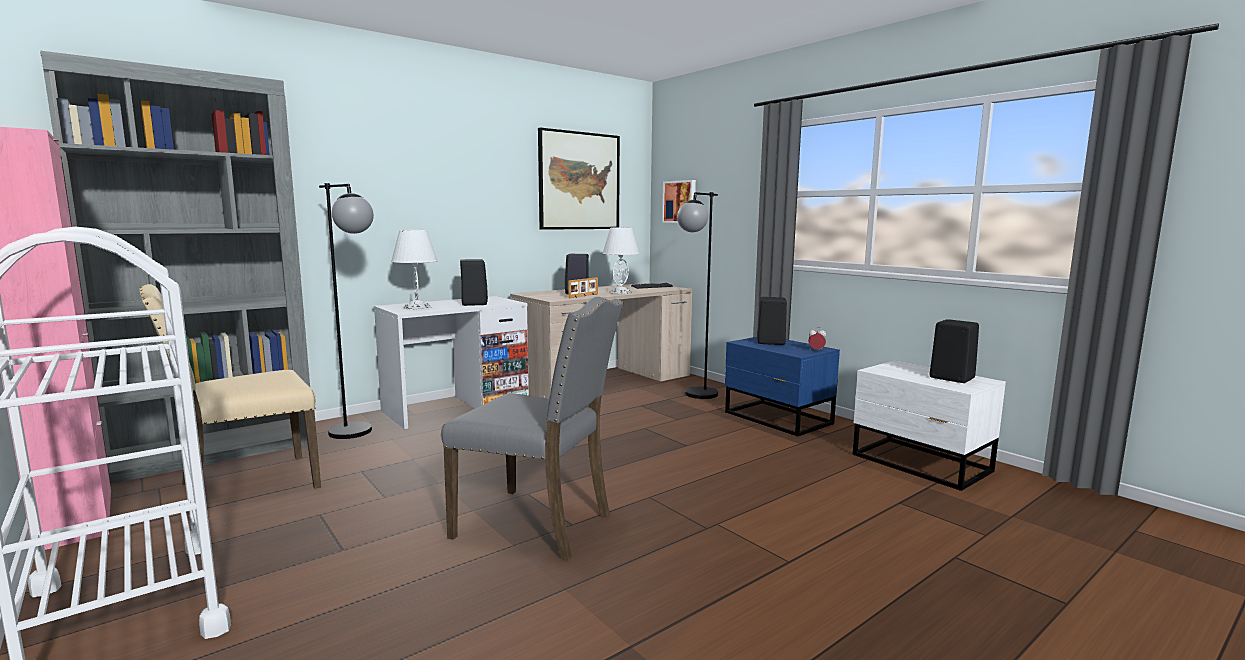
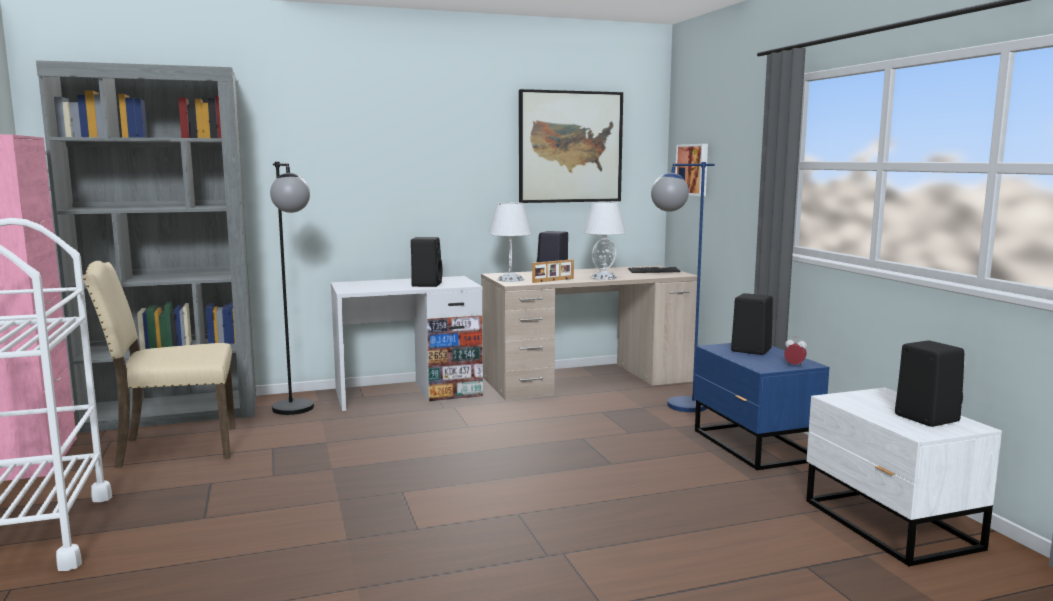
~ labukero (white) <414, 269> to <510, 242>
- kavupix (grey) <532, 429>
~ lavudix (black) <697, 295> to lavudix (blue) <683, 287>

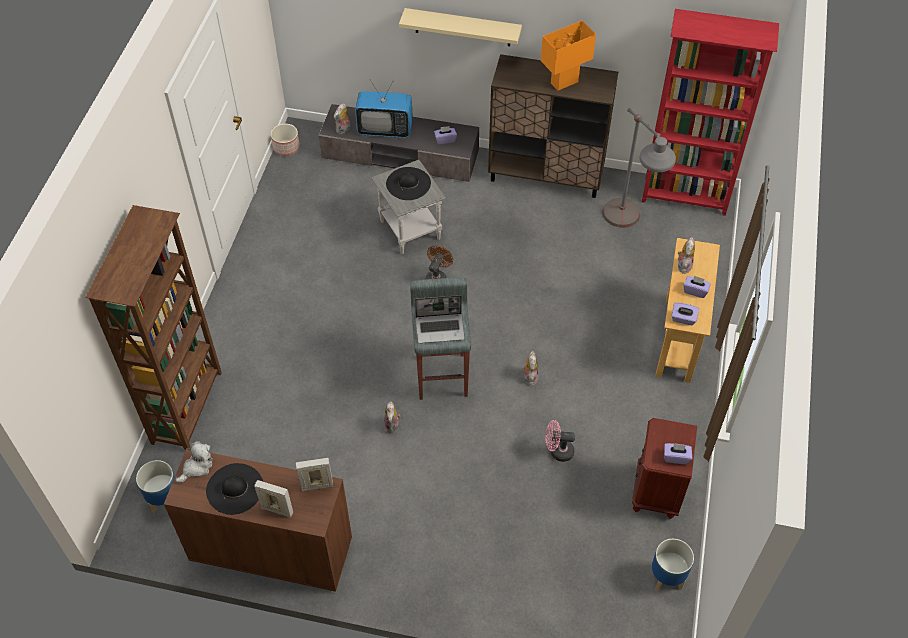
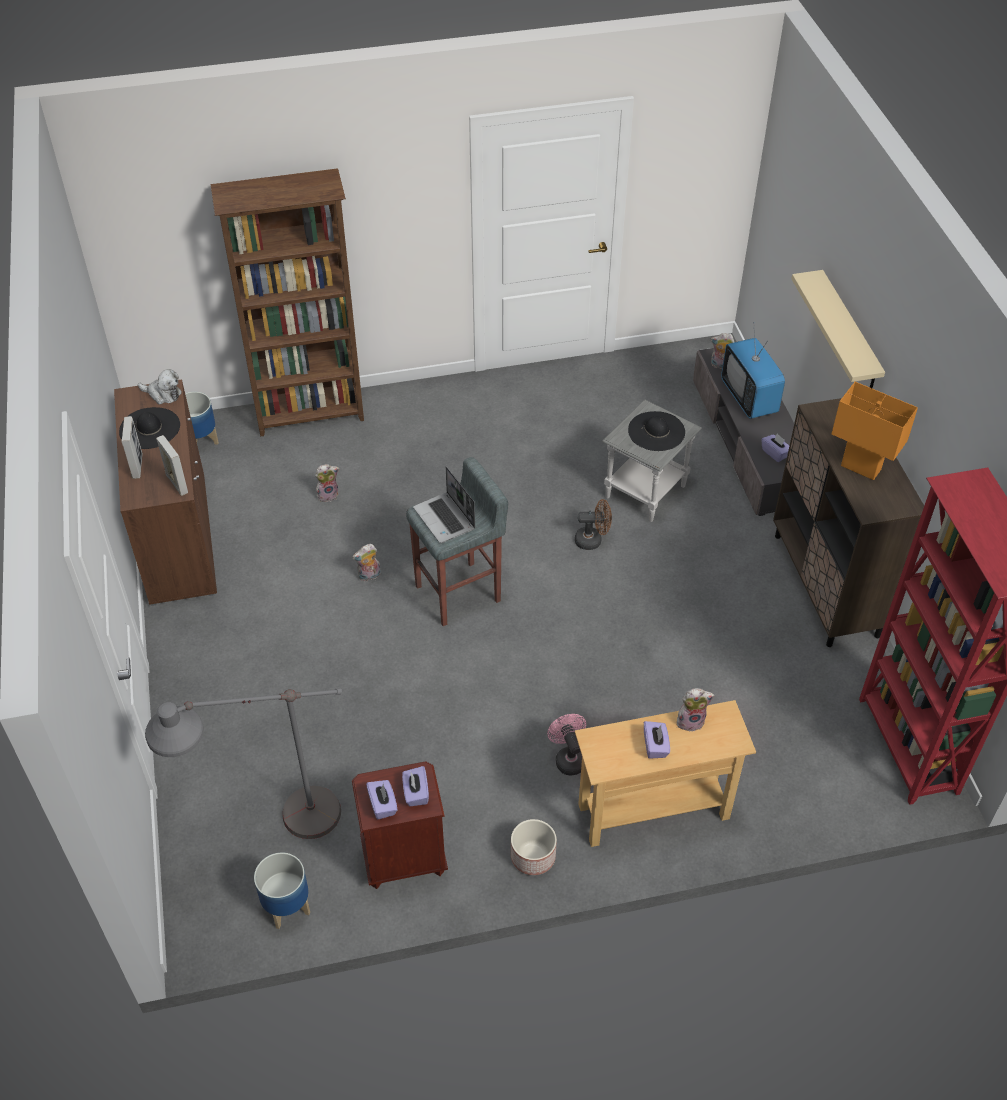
~ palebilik <285, 140> to <534, 847>
~ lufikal <530, 368> to <327, 483>
~ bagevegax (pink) <560, 441> to <566, 745>
~ lavudix (grey) <639, 168> to <243, 763>
~ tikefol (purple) <685, 314> to <415, 786>

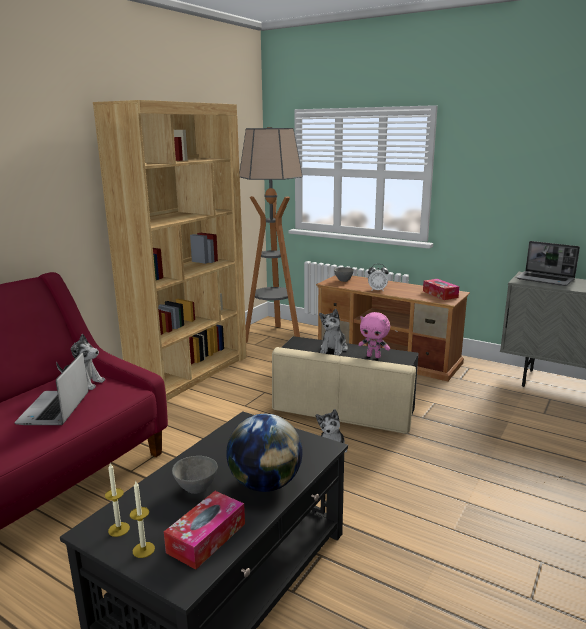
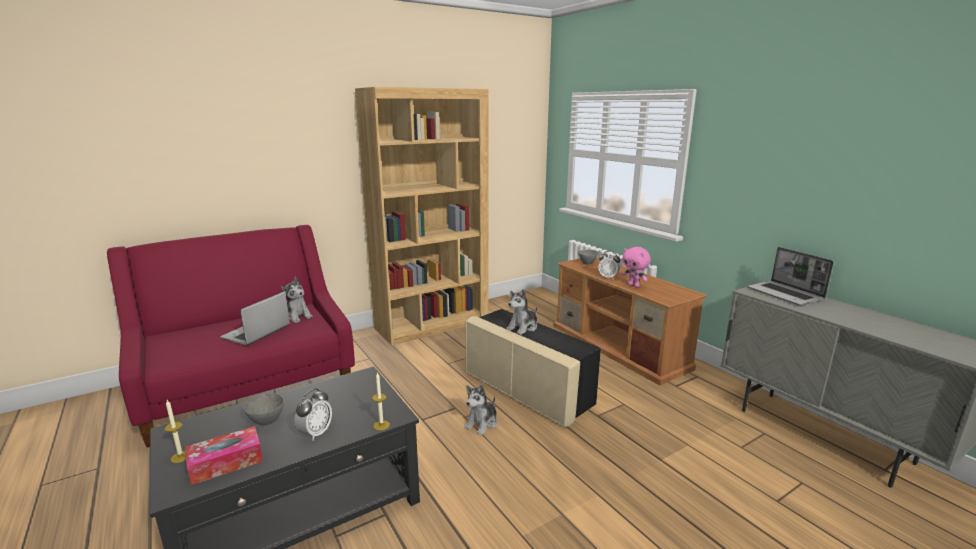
~ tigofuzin <117, 500> to <381, 402>
~ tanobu <265, 453> to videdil <313, 414>
- lavudix <271, 235>
~ lufikal (pink) <374, 335> to <636, 267>
- tikefol <441, 289>

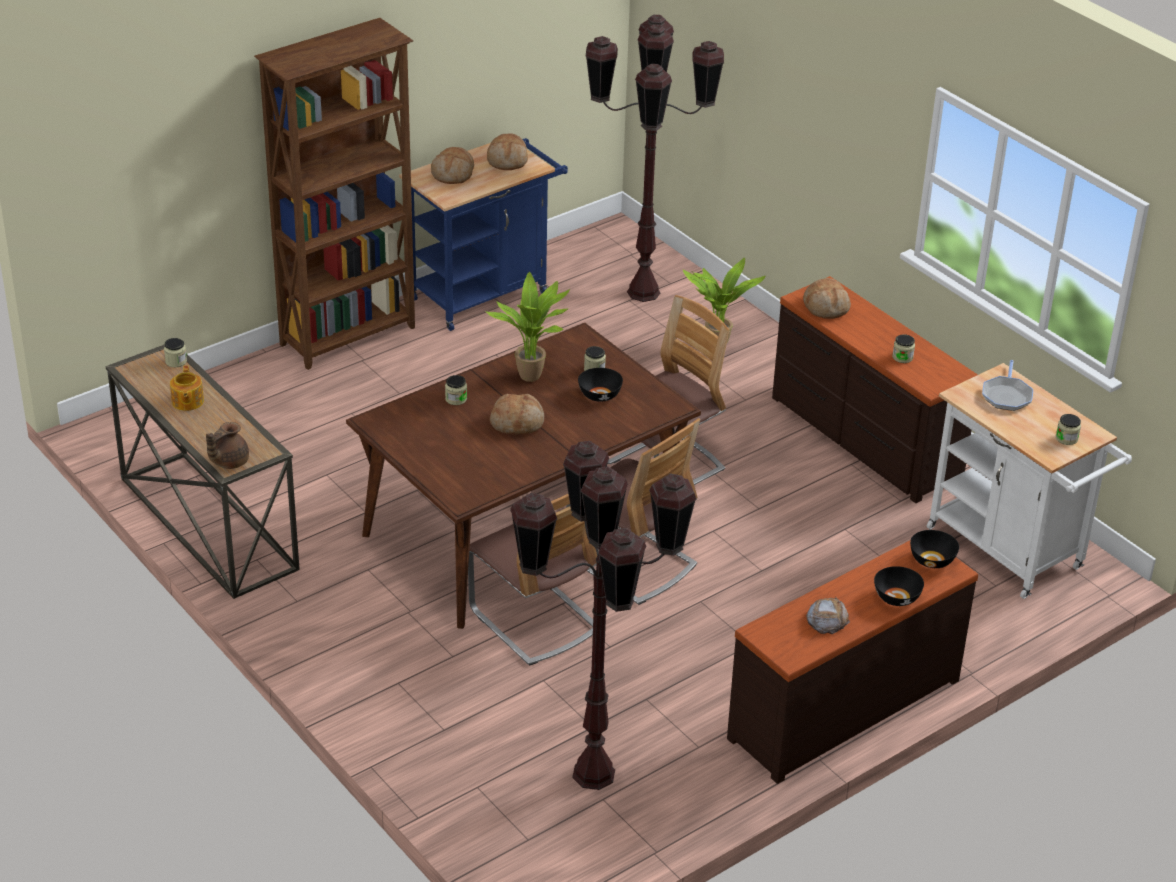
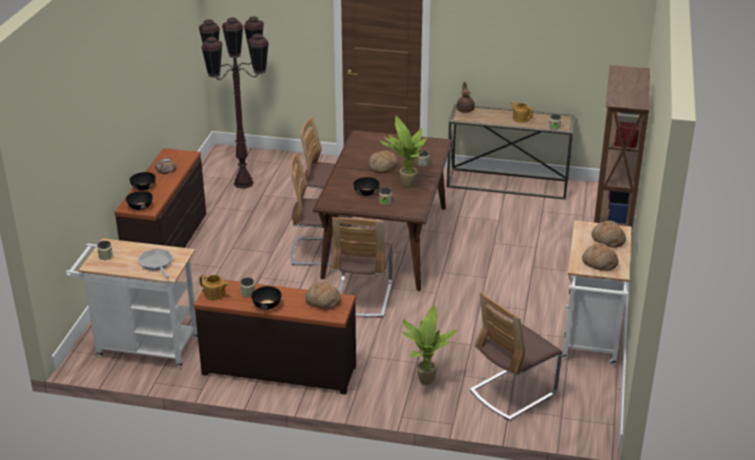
~ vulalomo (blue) <483, 234> to vulalomo (white) <597, 292>
~ lavudix (brown) <655, 158> to kavupix <516, 356>
+ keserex <214, 287>
+ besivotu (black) <266, 297>

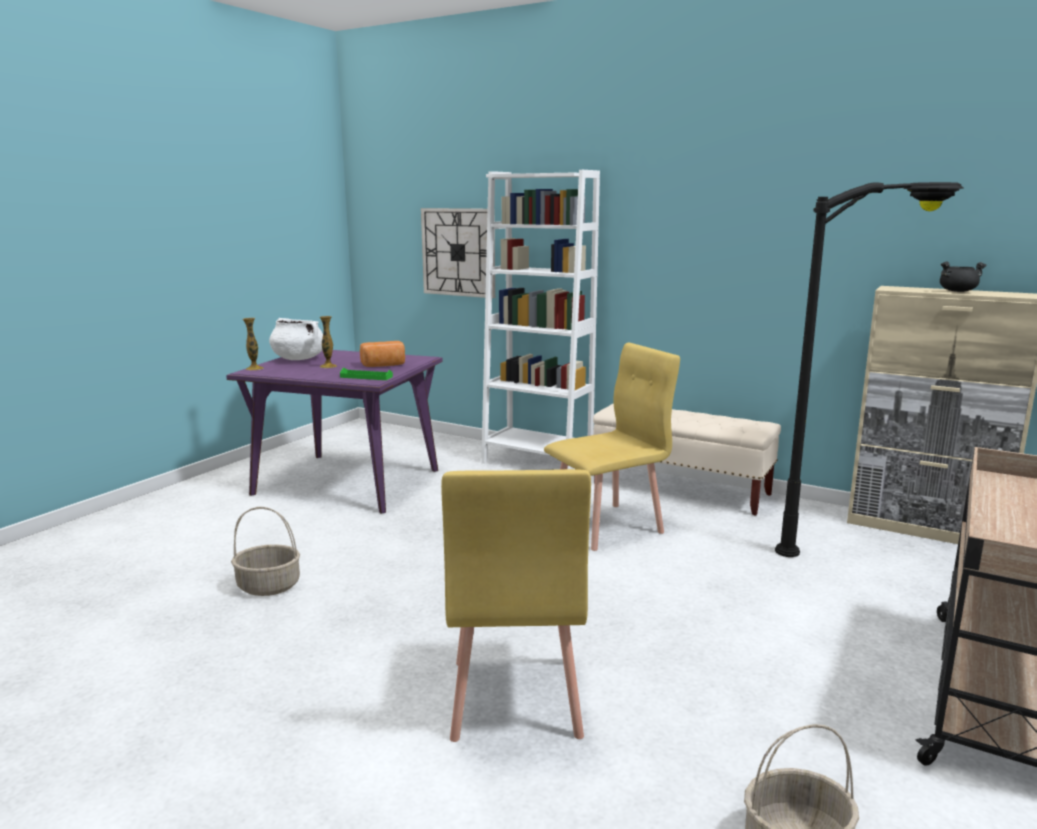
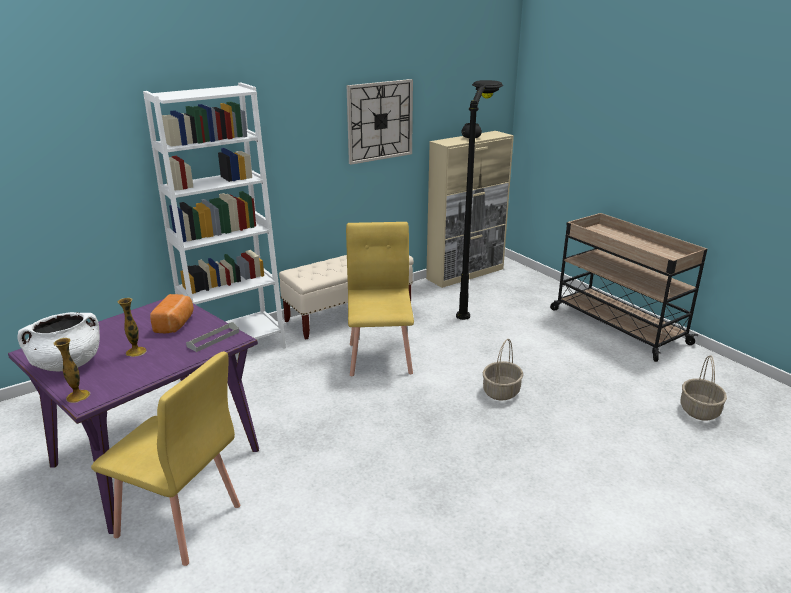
~ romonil <265, 551> to <503, 369>
~ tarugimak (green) <366, 373> to tarugimak (grey) <212, 337>
~ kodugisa <458, 253> to <380, 122>
~ kavupix (yellow) <516, 605> to <165, 458>

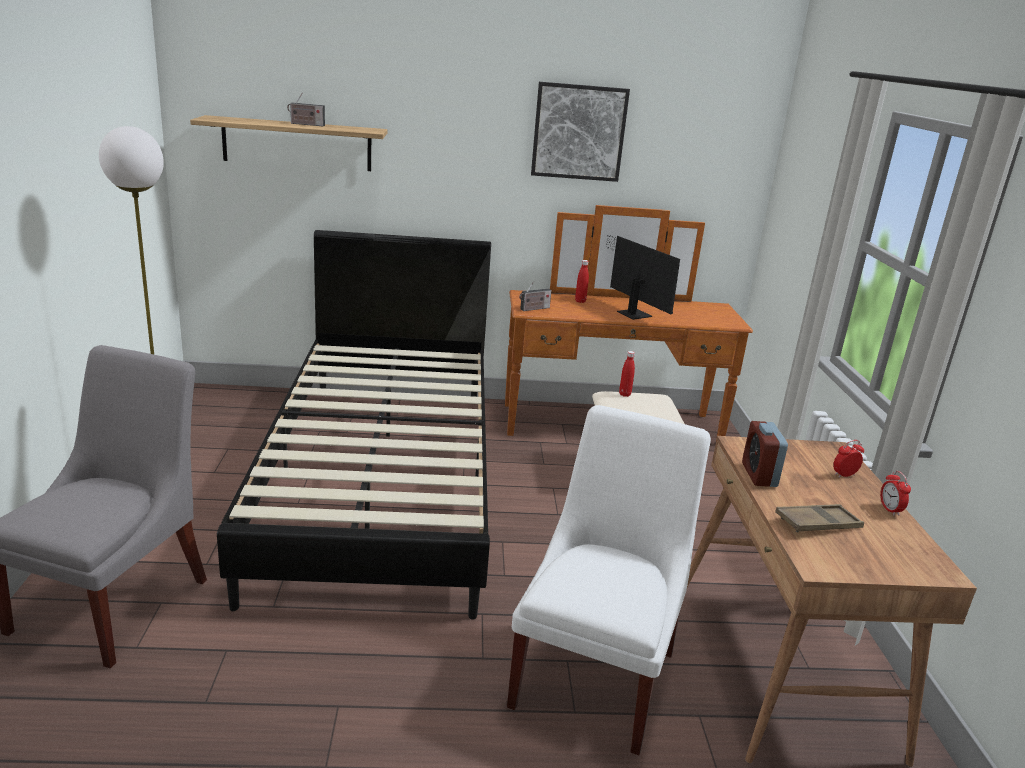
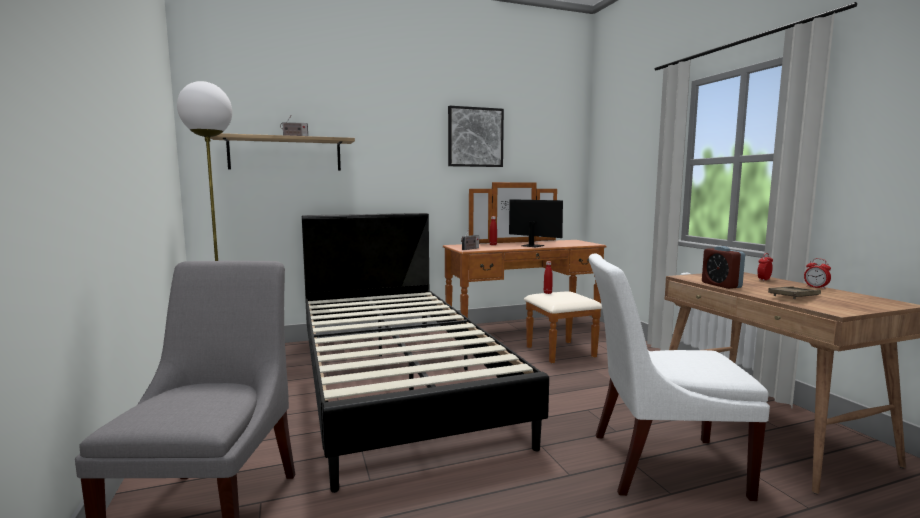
~ kavupix (white) <609, 580> = <679, 377> 90 degrees counterclockwise

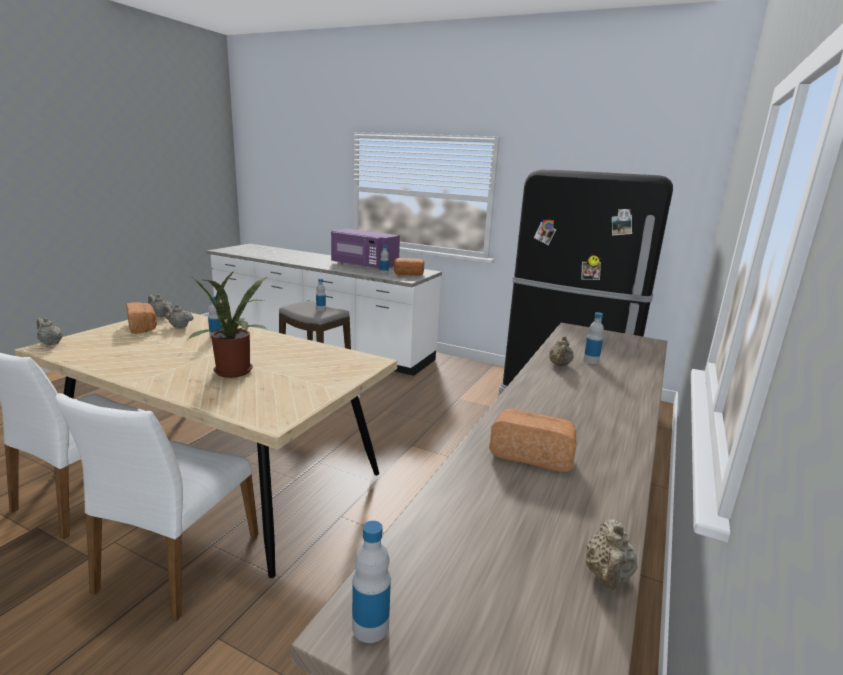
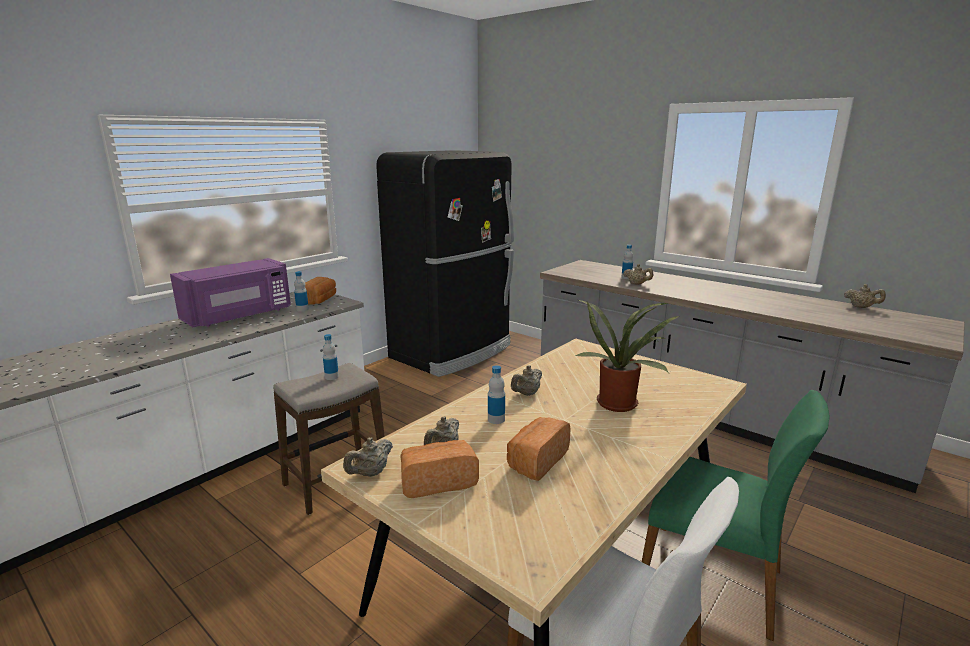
~ keserex (beige) <50, 331> to <526, 380>
~ kavupix (white) <156, 507> to kavupix (green) <736, 515>
- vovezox <371, 582>
~ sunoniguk <533, 440> to <538, 449>

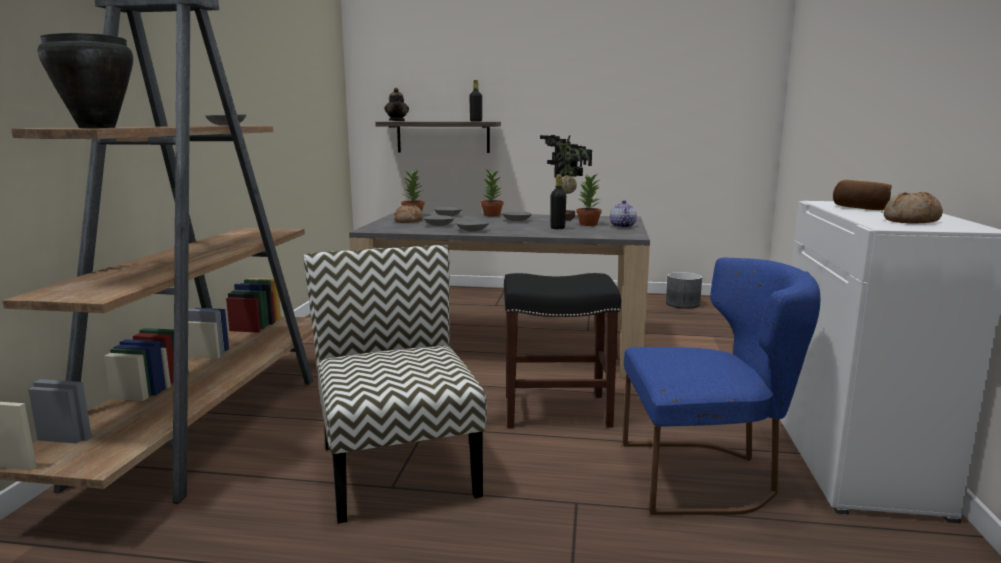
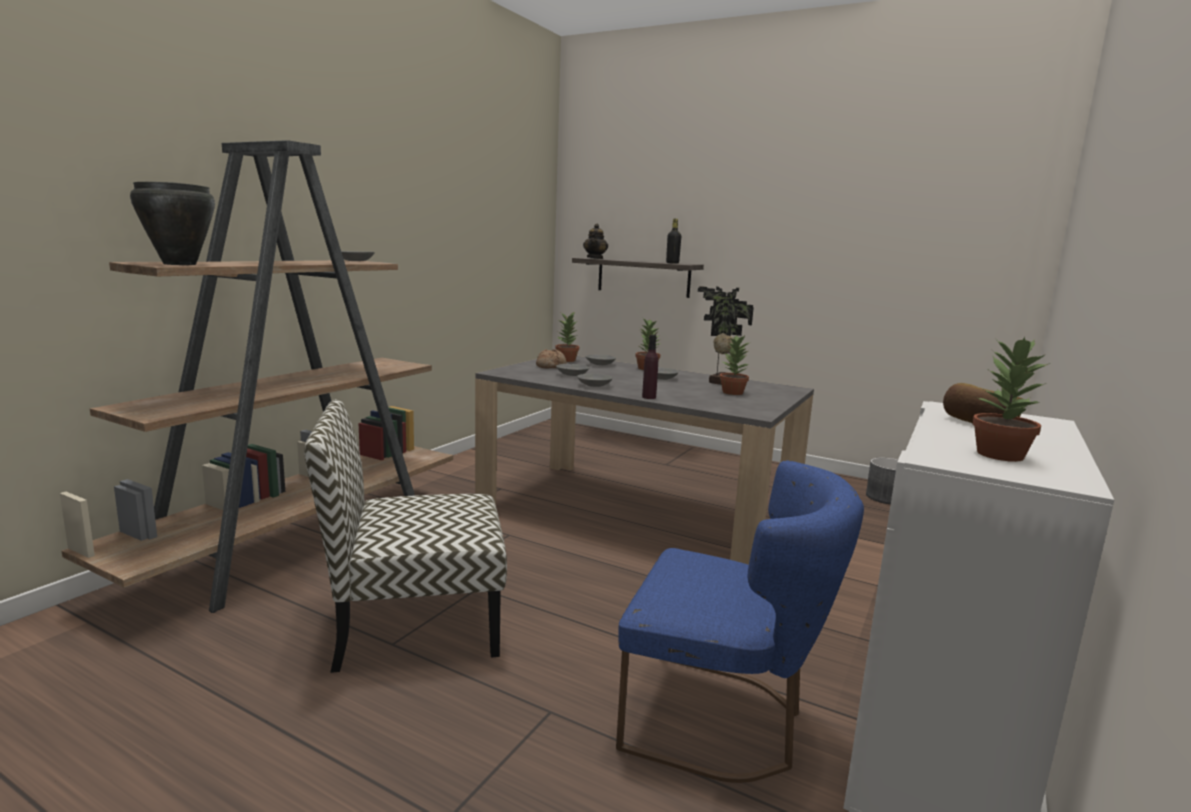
~ kavupix <395, 384> = <405, 536> 105 degrees counterclockwise
- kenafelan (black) <562, 350>
- vovezox (black) <558, 201>
- keserex <623, 214>
~ sunoniguk <913, 208> to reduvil <1011, 399>
+ vovezox (purple) <650, 367>

